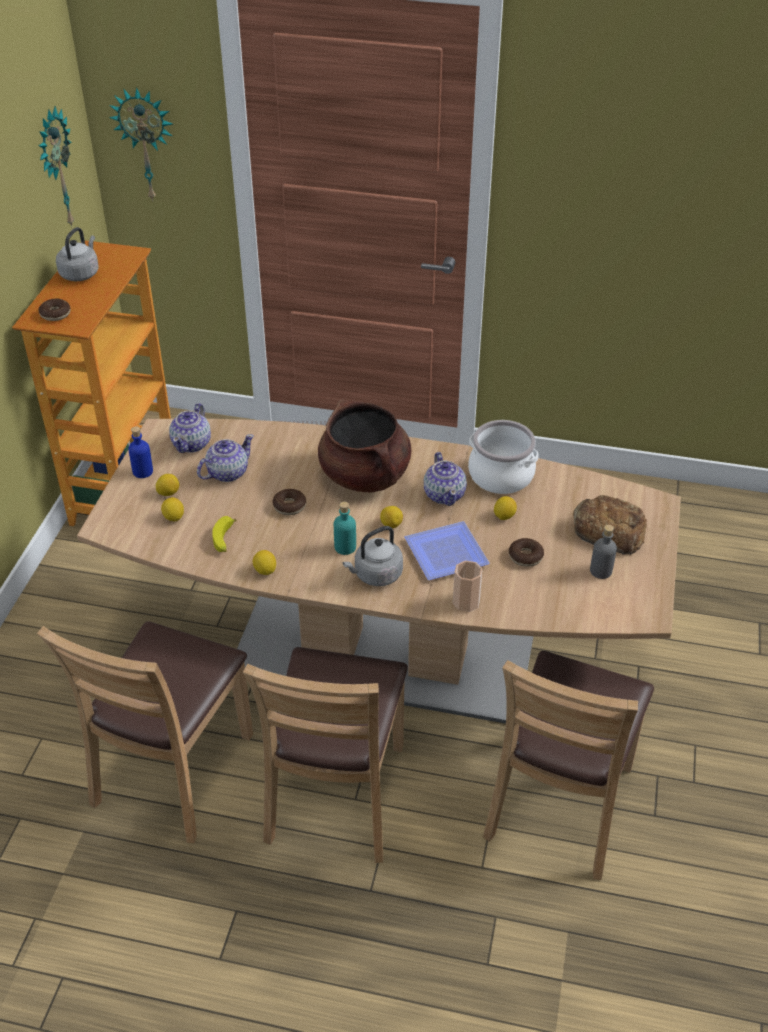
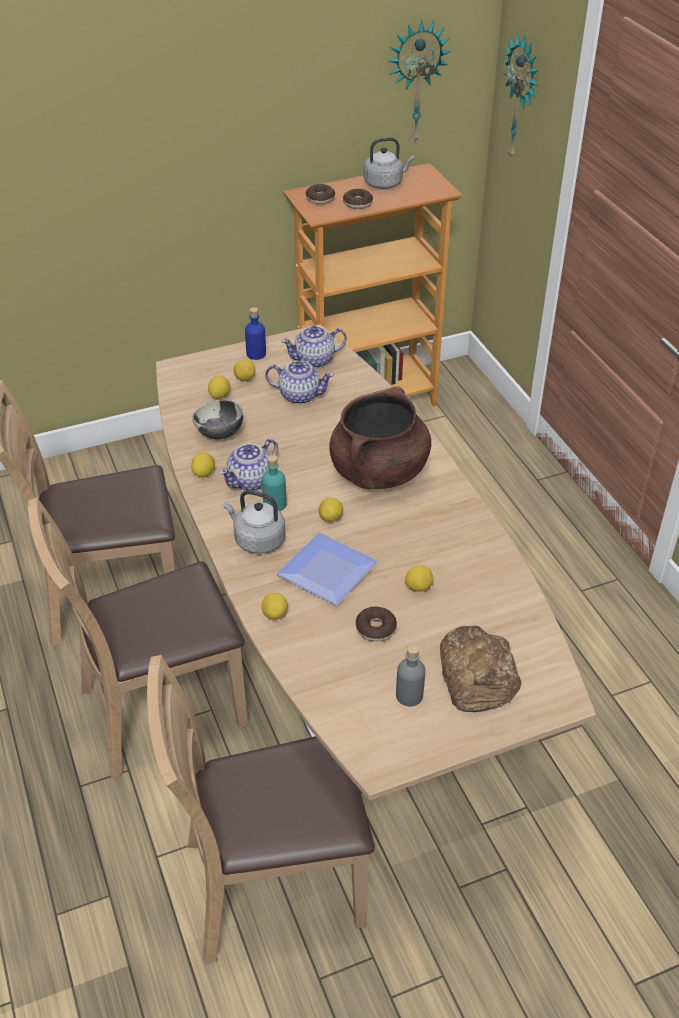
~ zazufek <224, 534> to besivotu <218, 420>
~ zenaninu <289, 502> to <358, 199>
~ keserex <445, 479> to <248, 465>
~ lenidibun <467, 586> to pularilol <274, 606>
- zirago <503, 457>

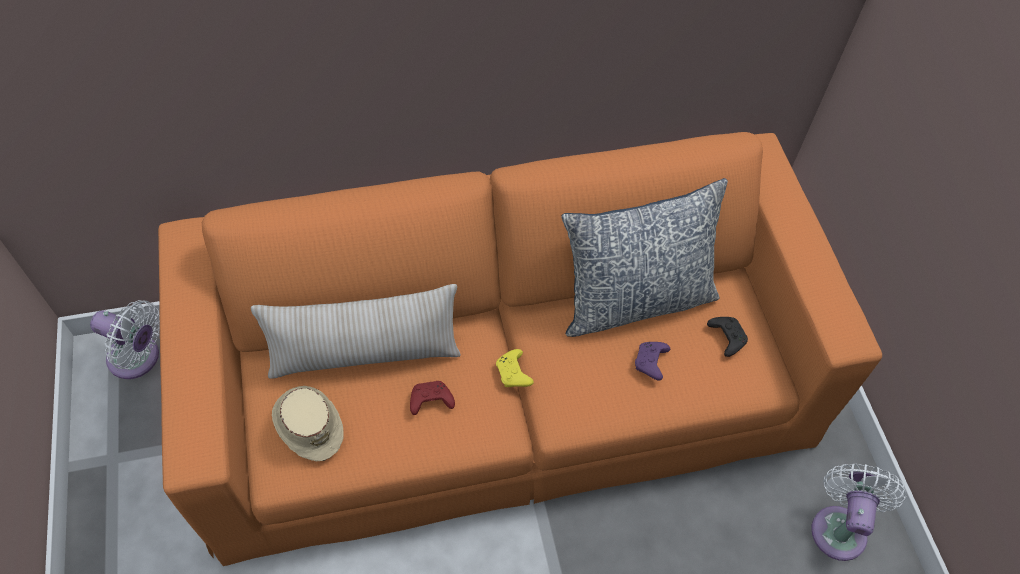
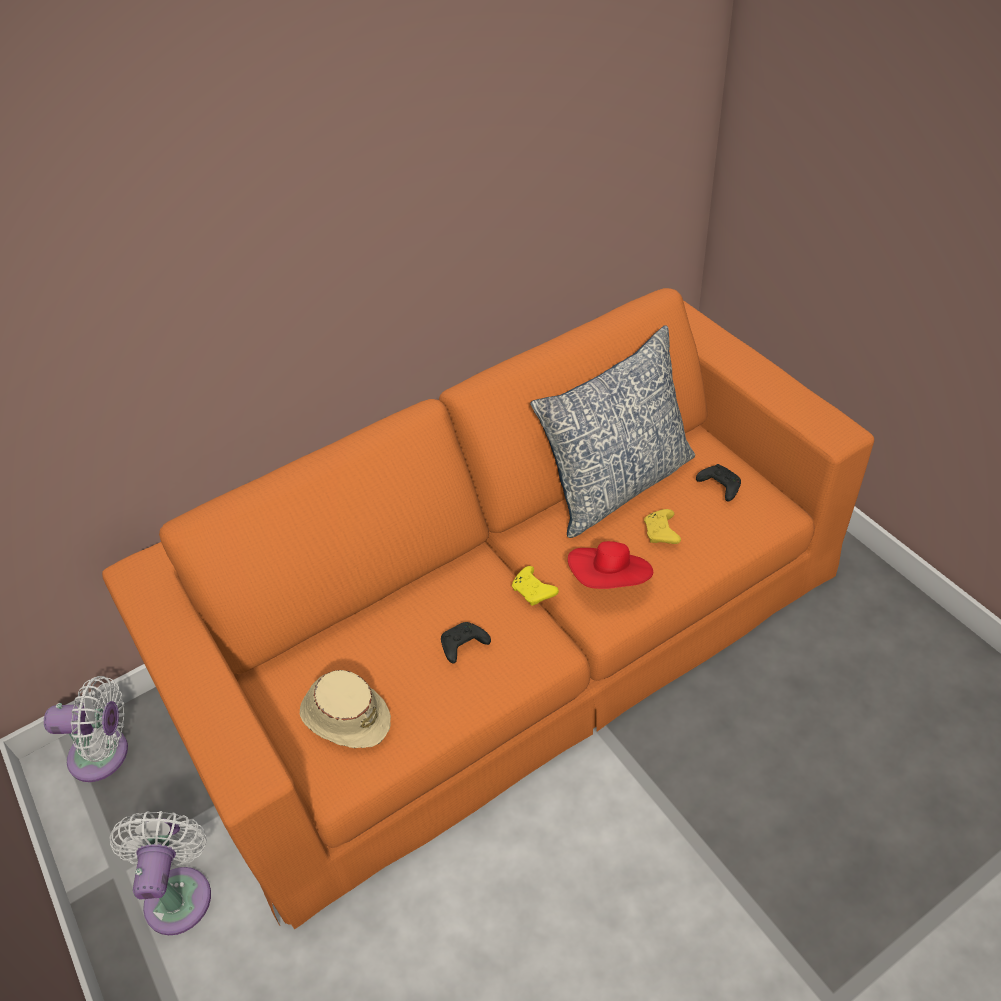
- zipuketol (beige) <356, 331>
~ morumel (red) <432, 398> to morumel (black) <466, 642>
~ morumel (purple) <652, 361> to morumel (yellow) <662, 526>
~ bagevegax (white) <858, 512> to <160, 873>
+ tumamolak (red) <610, 565>

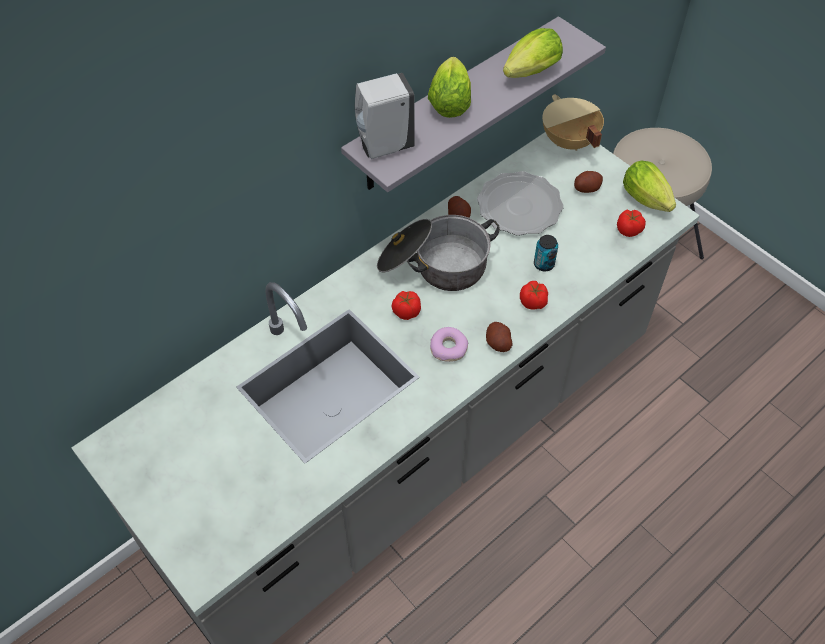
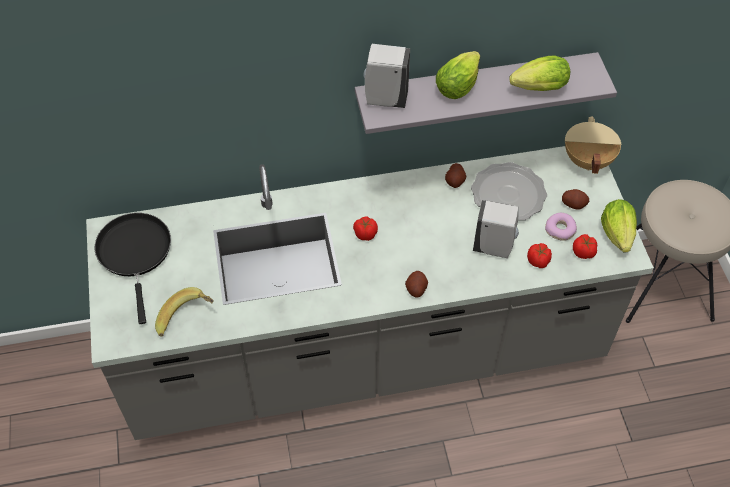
- zirago <438, 253>
~ zenaninu <449, 344> to <561, 227>
~ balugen <534, 295> to <539, 255>
~ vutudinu <546, 253> to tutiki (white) <496, 229>
+ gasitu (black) <133, 268>
+ zazufek <184, 312>

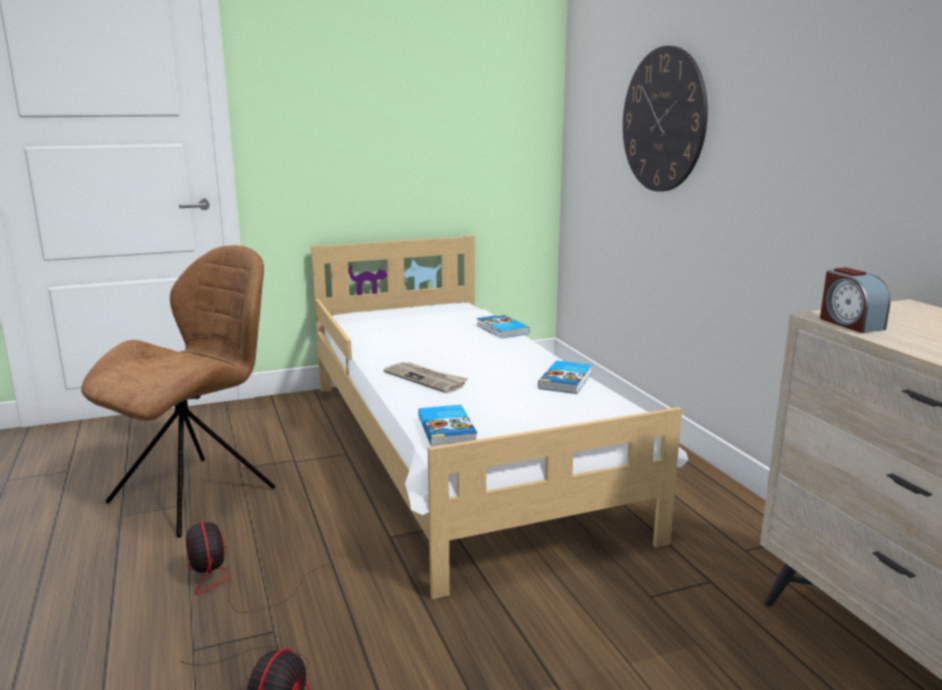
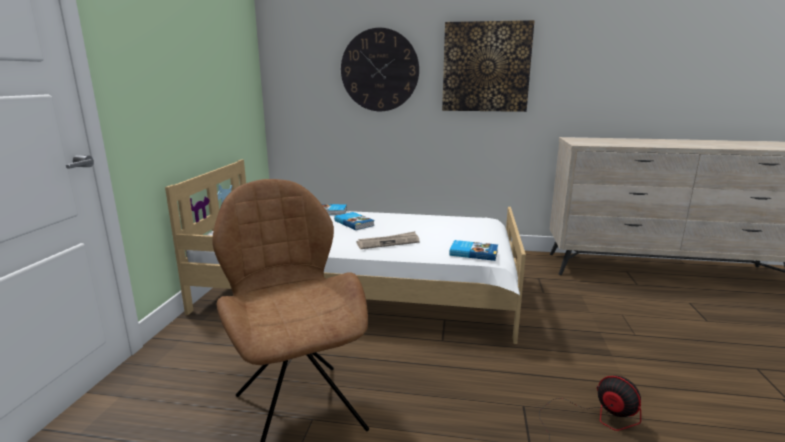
- bagevegax <260, 567>
~ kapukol <565, 377> to <354, 221>
- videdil <855, 300>
+ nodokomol <488, 66>

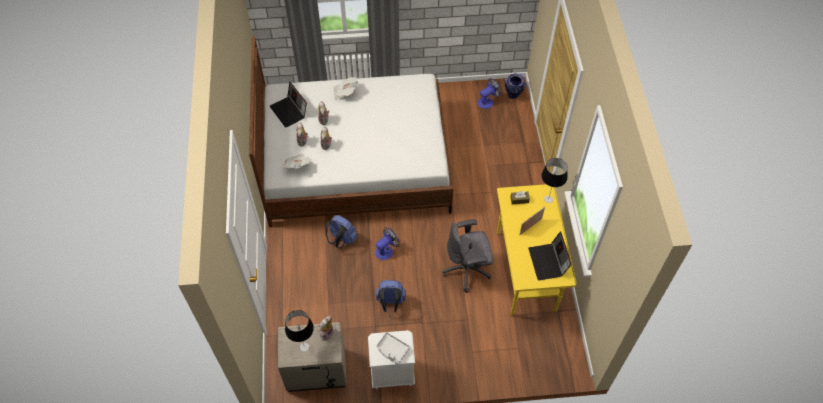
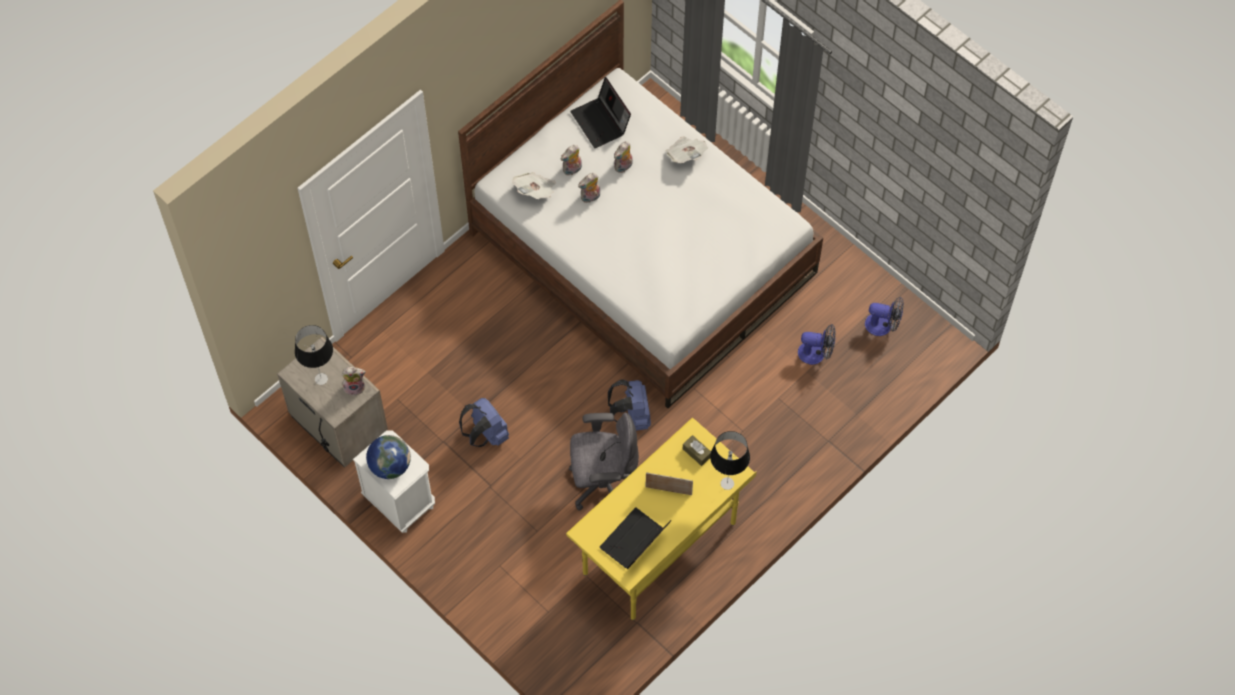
~ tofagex <288, 105> = <600, 112> 45 degrees counterclockwise
~ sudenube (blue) <341, 231> to <629, 405>
~ bagevegax <387, 243> to <816, 344>
~ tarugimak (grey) <393, 348> to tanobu <388, 457>
~ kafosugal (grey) <468, 256> = <604, 462> 135 degrees clockwise
- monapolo <516, 86>

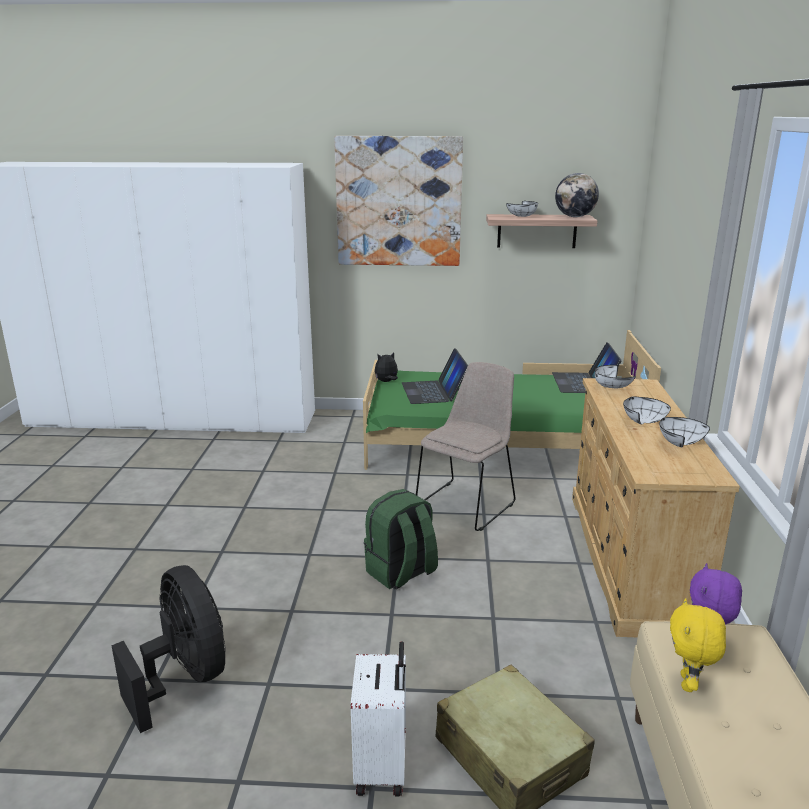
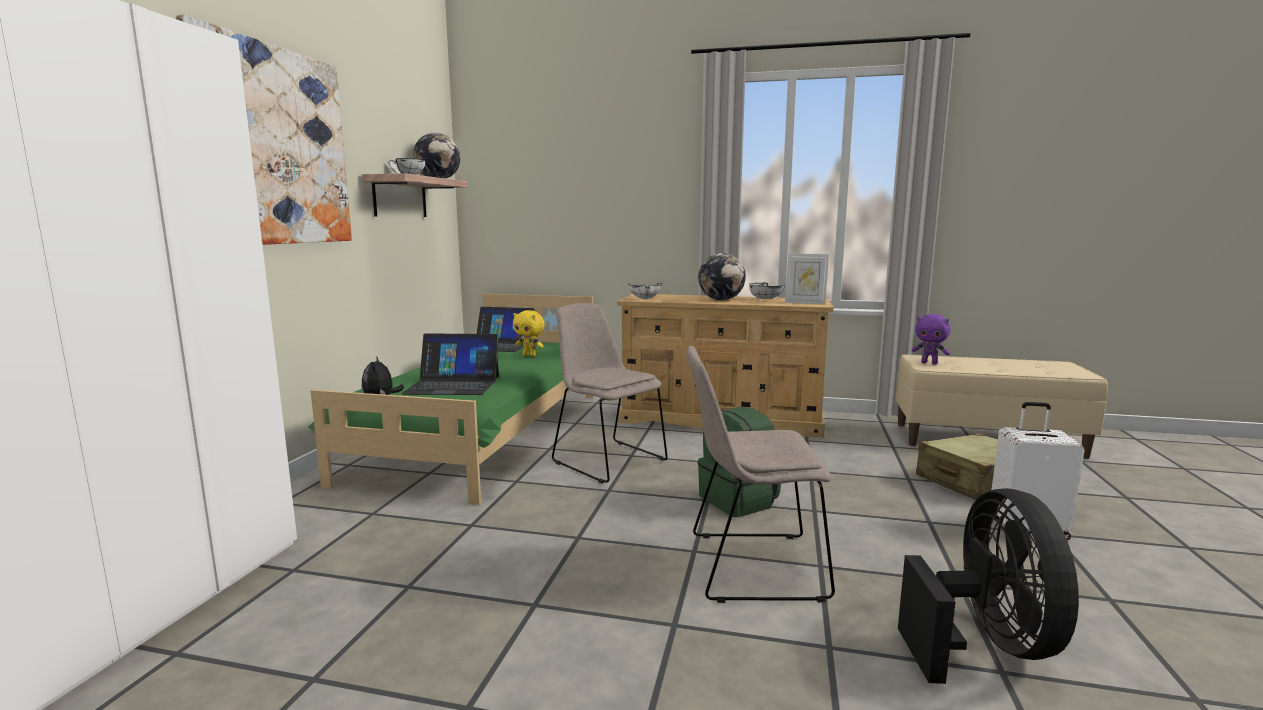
~ bagevegax (black) <168, 649> = <988, 586> 120 degrees clockwise
~ besivotu (white) <647, 410> to tanobu <722, 276>
~ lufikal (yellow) <698, 645> to <529, 333>
+ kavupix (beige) <761, 474>
+ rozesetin <807, 279>

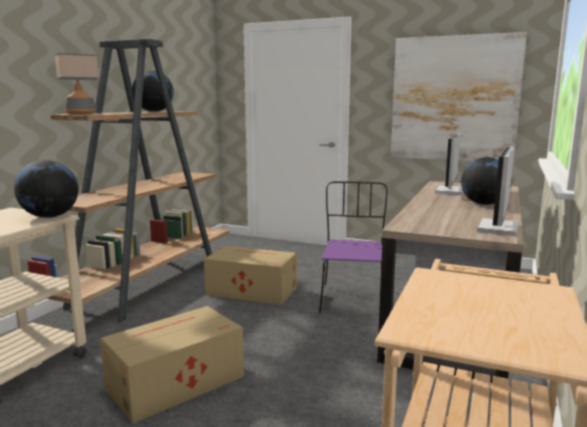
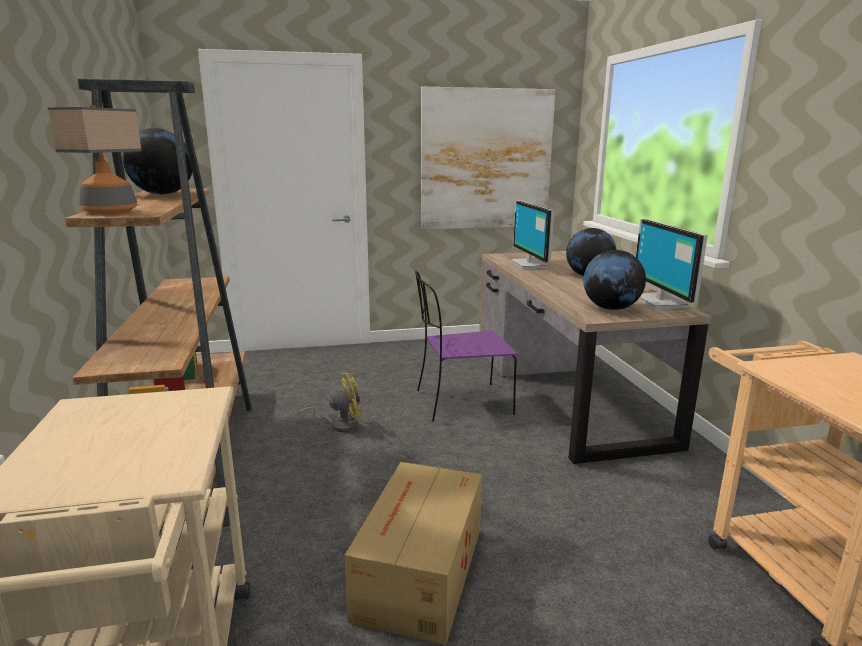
~ tanobu <46, 189> to <614, 280>
~ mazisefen <250, 275> to bagevegax (yellow) <331, 403>
~ kavupix (purple) <353, 247> = <466, 346> 75 degrees counterclockwise

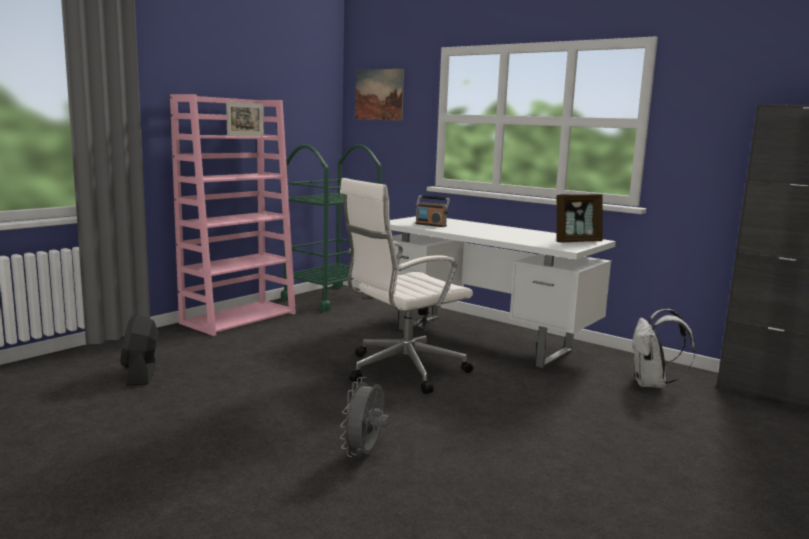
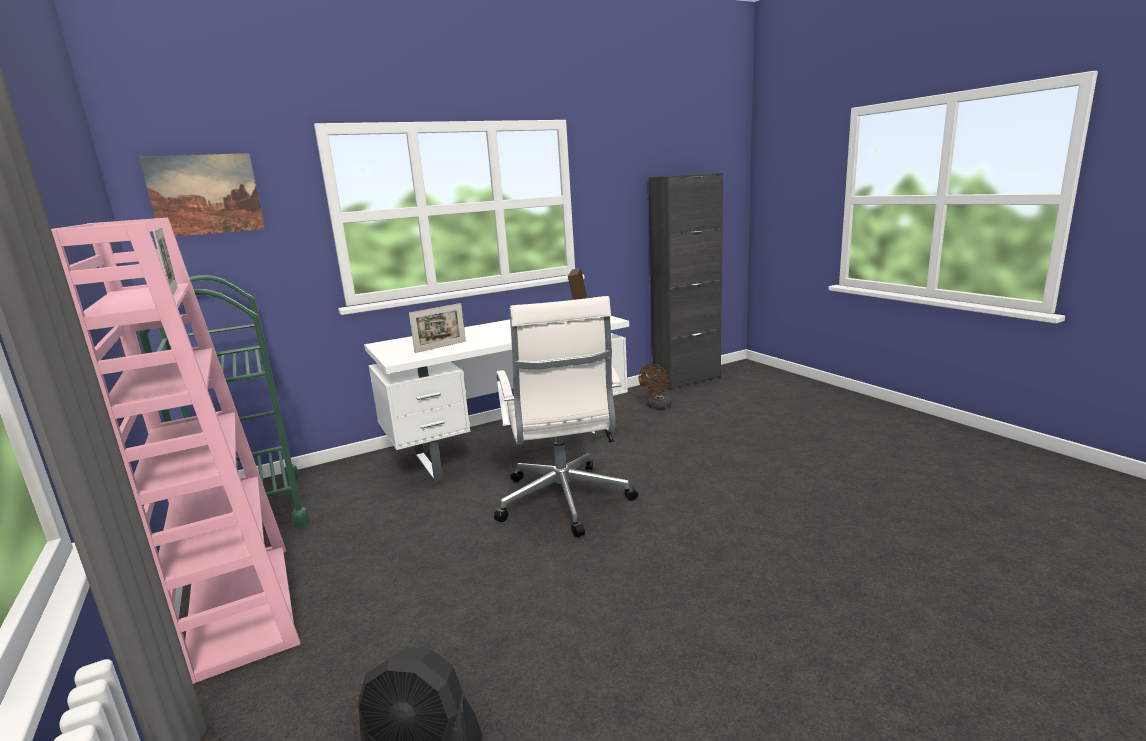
- bagevegax (grey) <364, 417>
~ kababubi <432, 211> to rozesetin <437, 328>
~ sudenube (white) <663, 348> to bagevegax (brown) <655, 386>

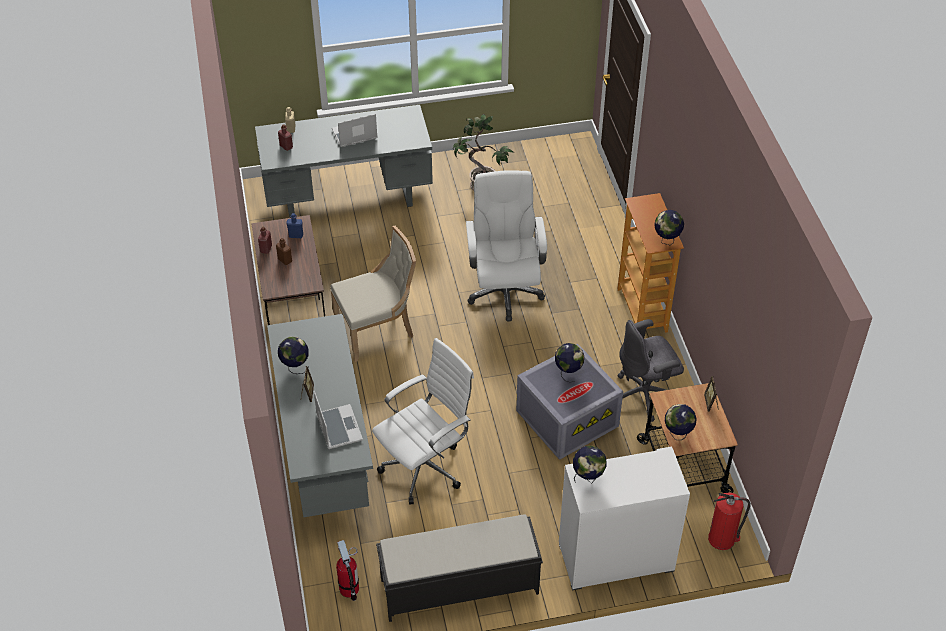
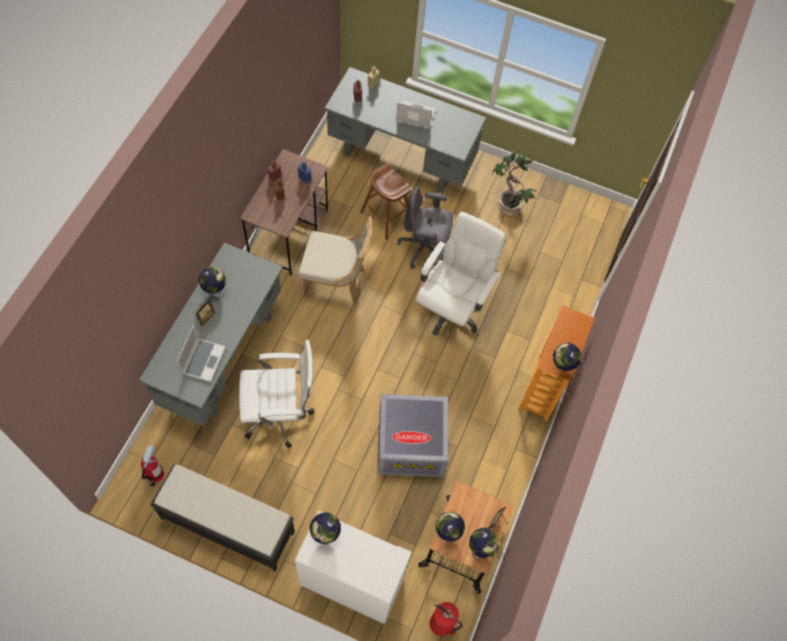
~ tanobu <569, 363> to <484, 544>
~ kafosugal (grey) <650, 370> to <425, 227>
+ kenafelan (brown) <385, 202>

